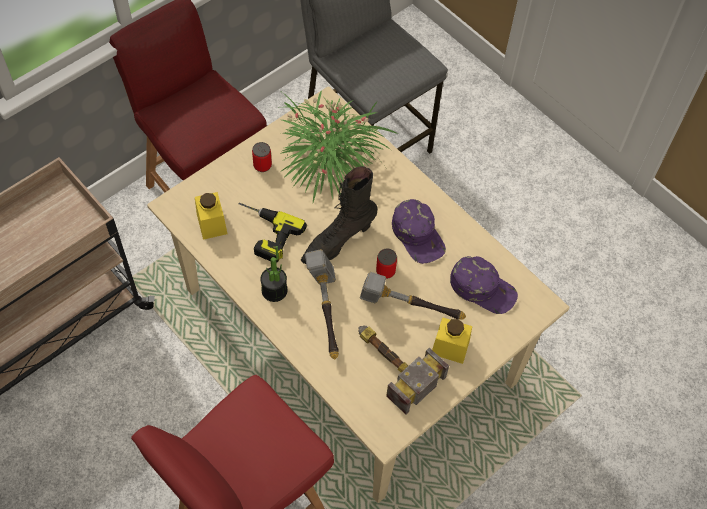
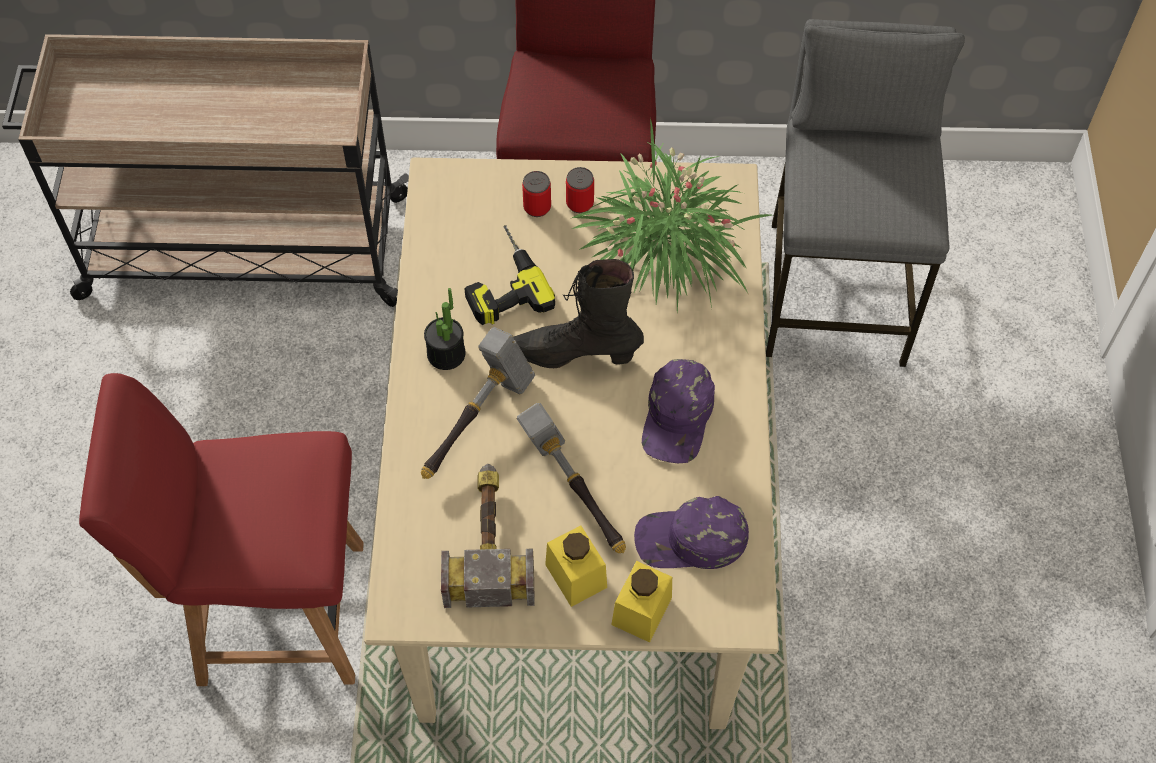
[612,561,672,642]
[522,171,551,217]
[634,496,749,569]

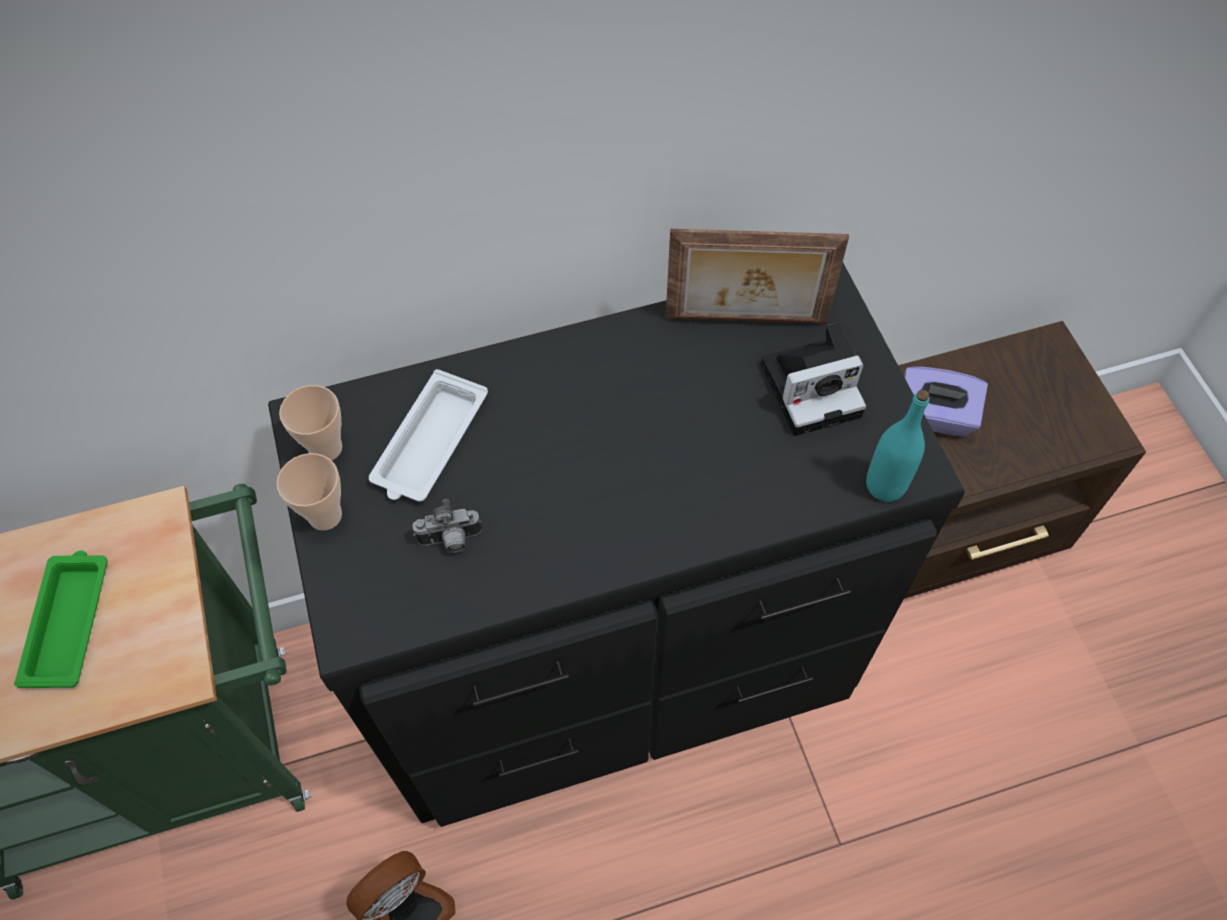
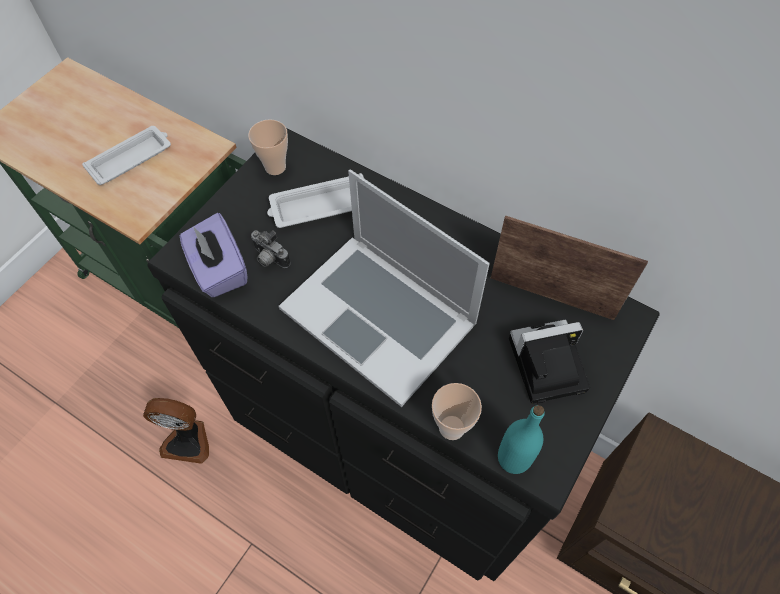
[491,215,648,320]
[509,319,590,404]
[180,213,248,297]
[432,383,482,440]
[82,126,171,185]
[279,170,490,407]

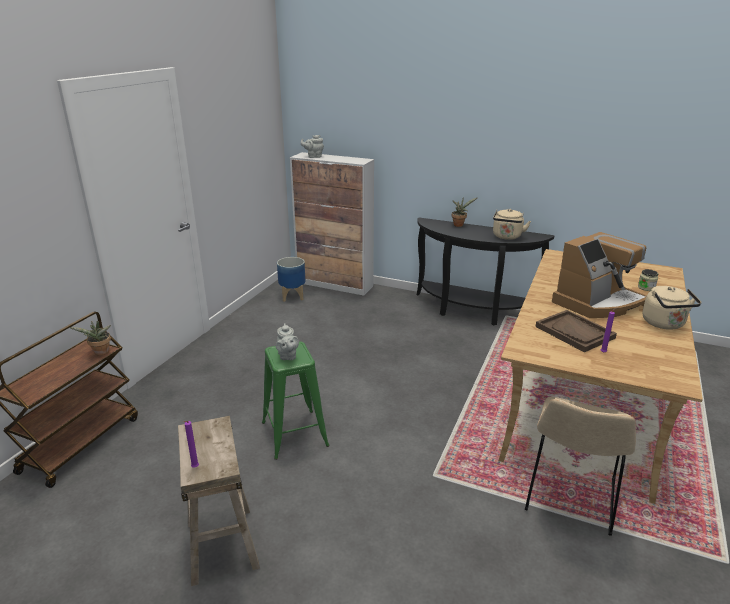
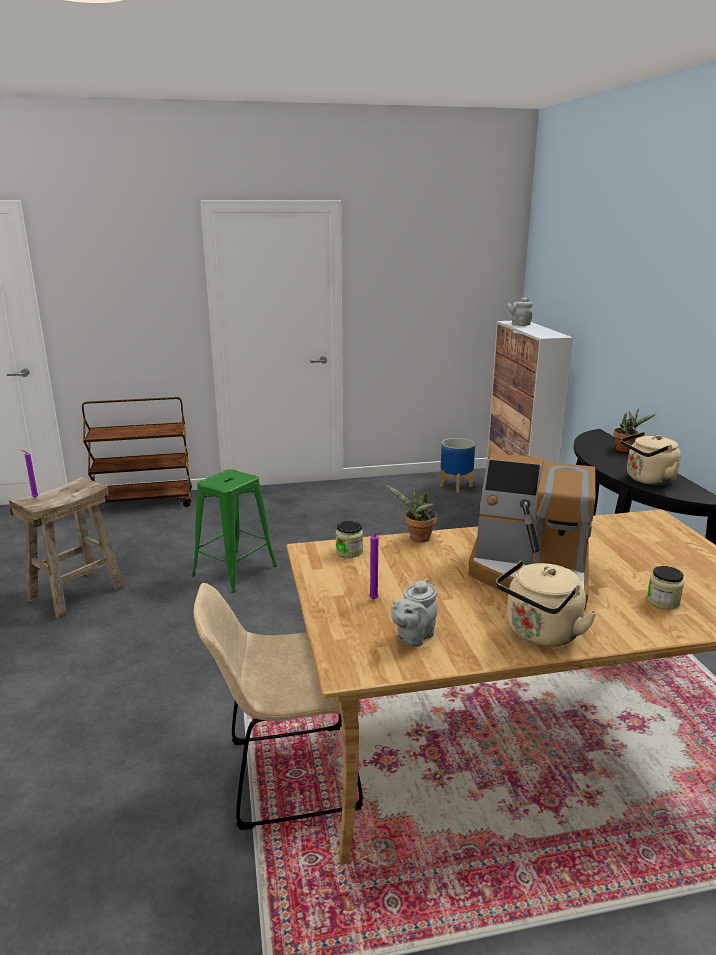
[535,310,617,352] (first image)
[385,485,437,542]
[391,578,438,647]
[336,521,363,558]

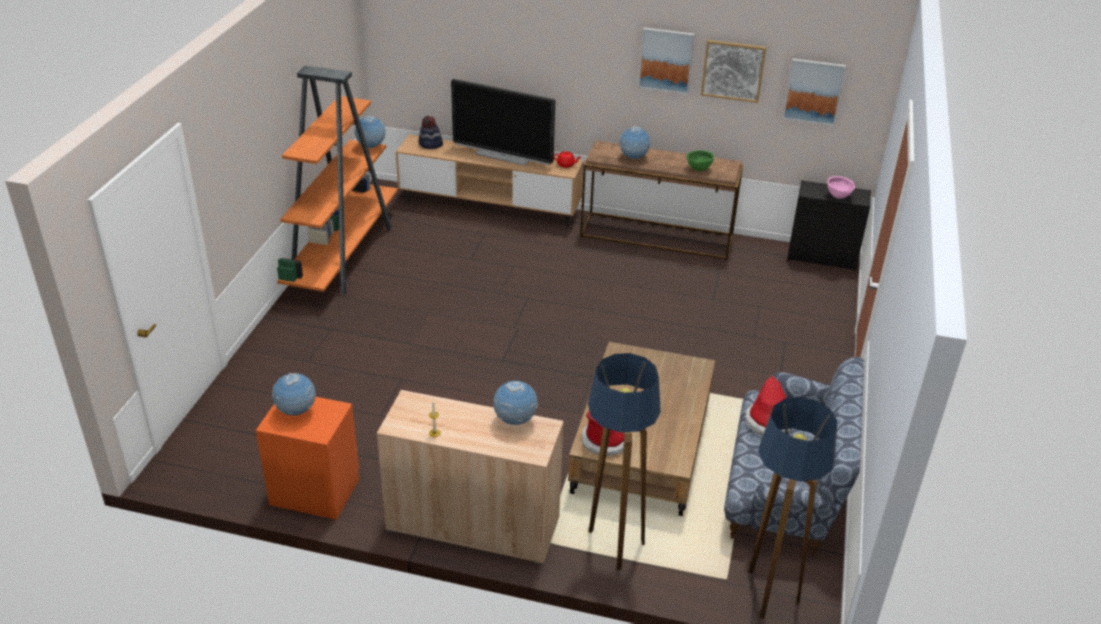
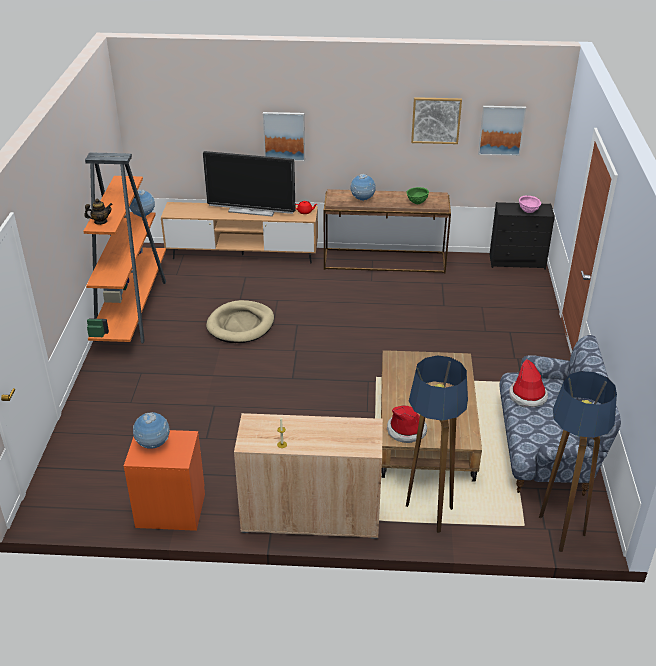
[263,112,305,161]
[418,116,443,149] (first image)
[493,381,538,425] (first image)
[84,199,113,225]
[206,300,274,343]

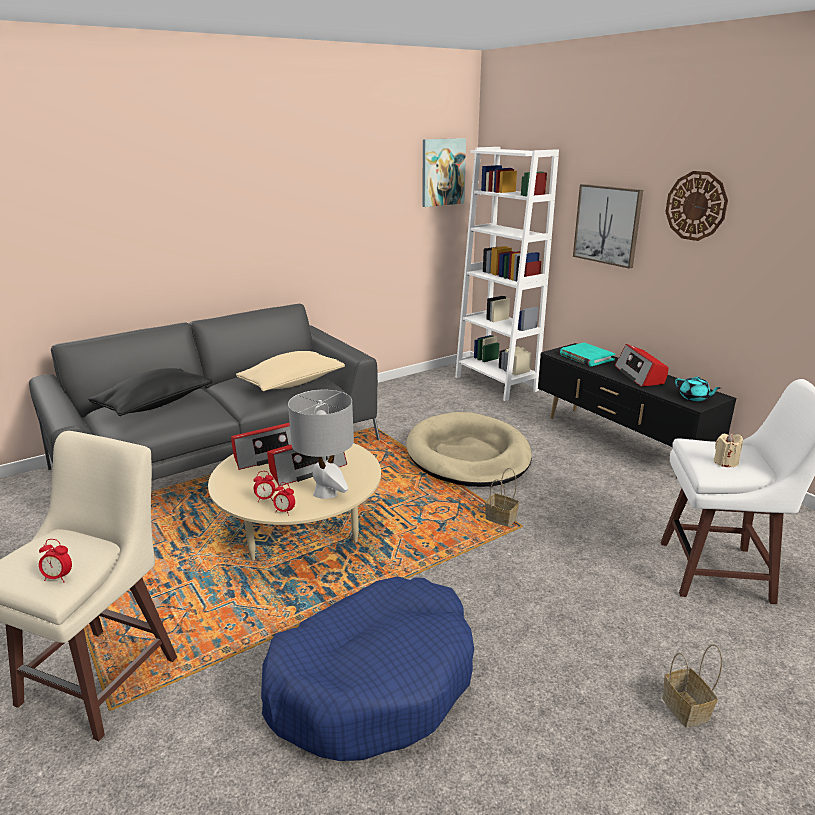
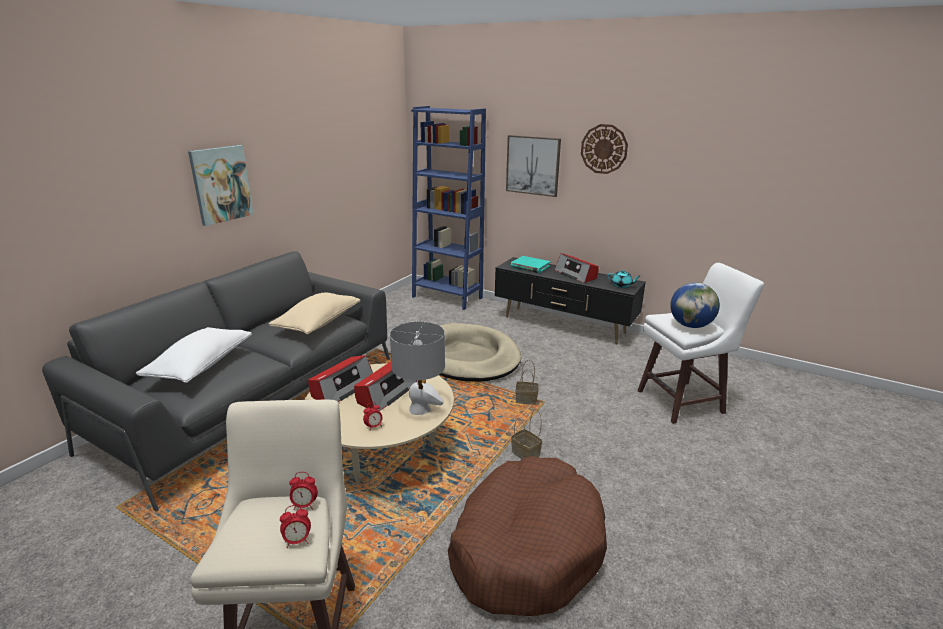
[188,145,254,226]
[411,106,486,310]
[136,327,252,383]
[670,282,720,328]
[289,472,318,510]
[448,456,607,616]
[511,409,542,459]

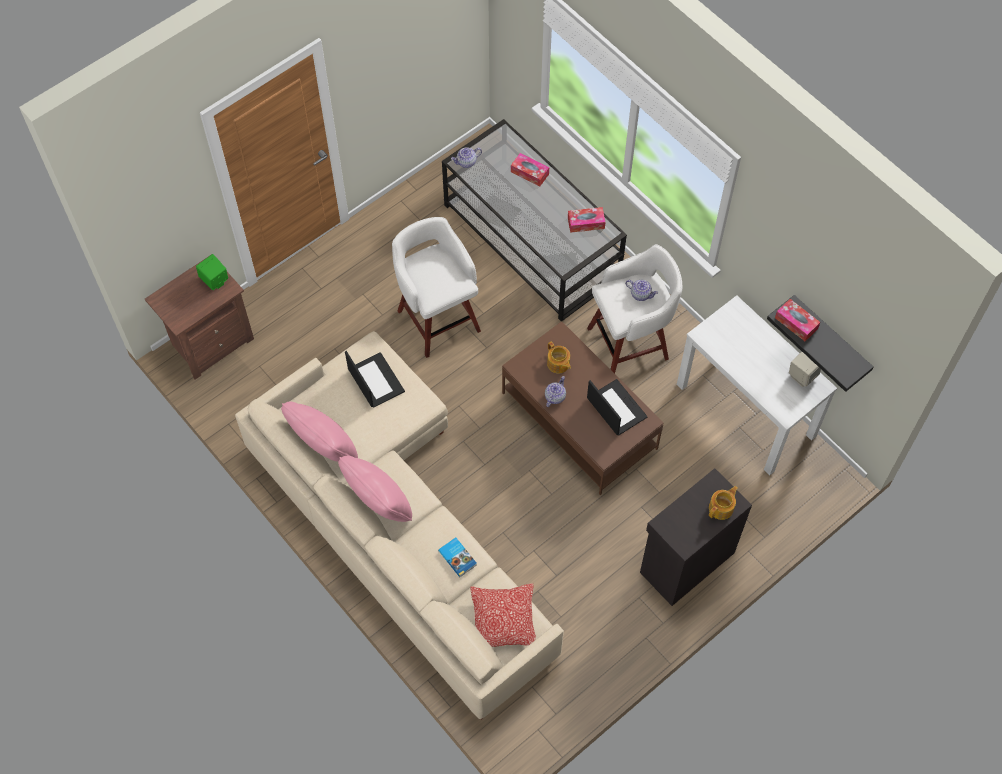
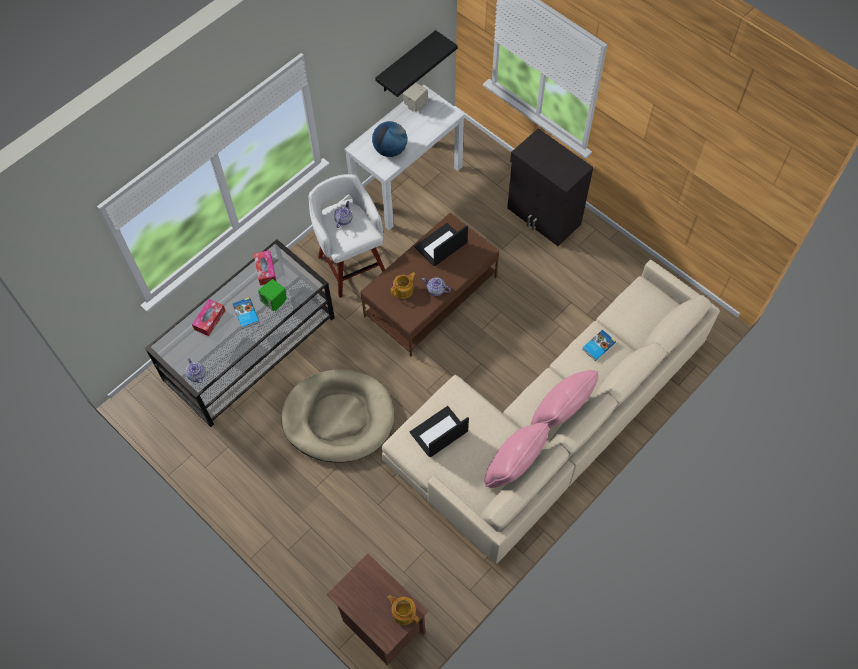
[281,369,394,463]
[258,279,287,311]
[775,299,820,341] (first image)
[388,595,419,625]
[470,583,536,647] (first image)
[372,121,407,157]
[232,297,259,329]

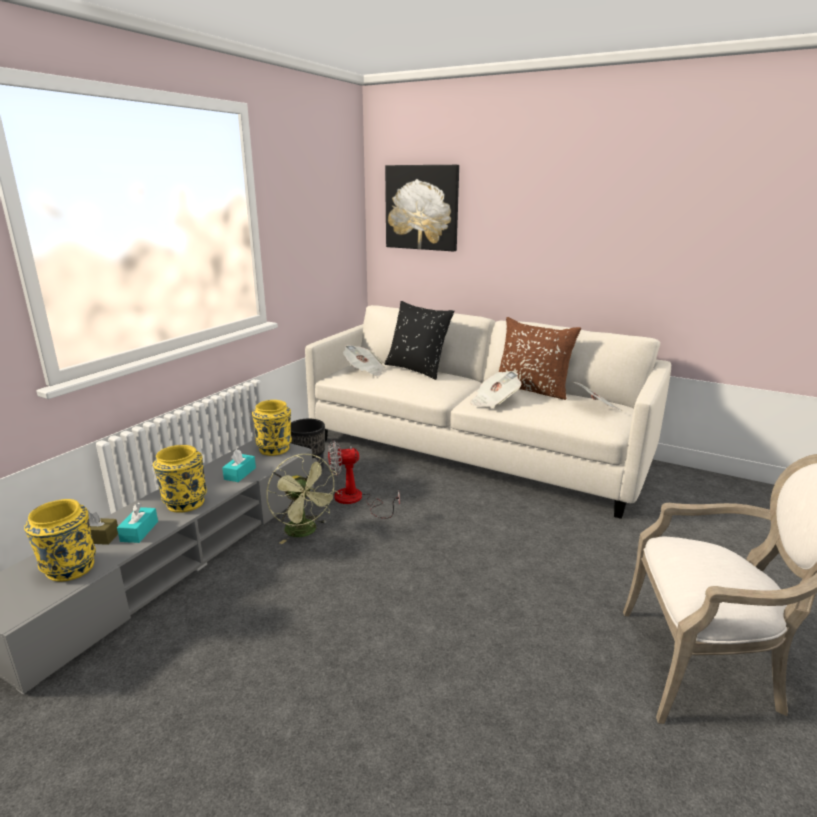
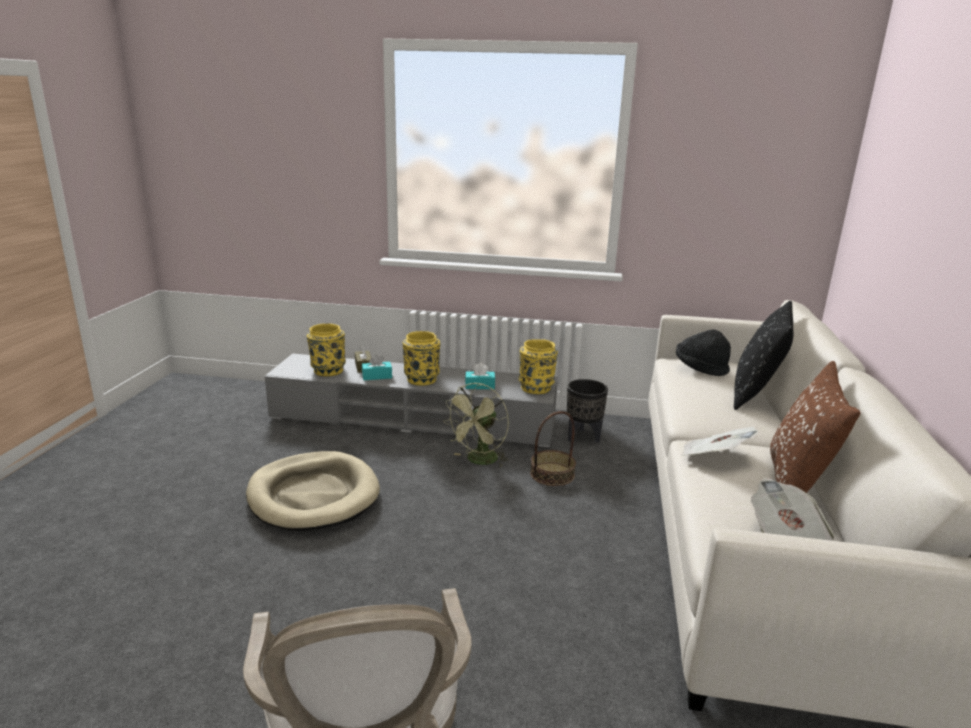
[385,165,459,252] (first image)
[676,330,731,376]
[530,411,576,486]
[246,451,380,531]

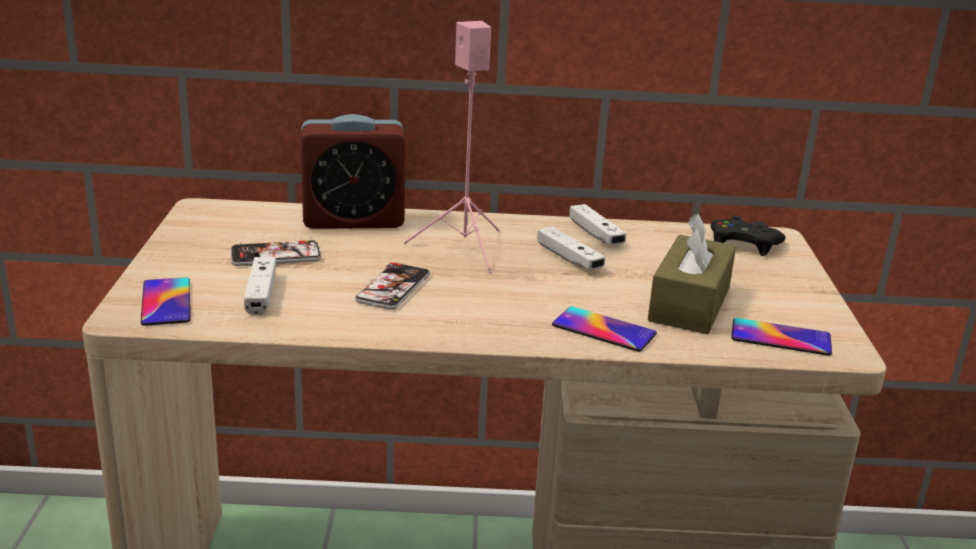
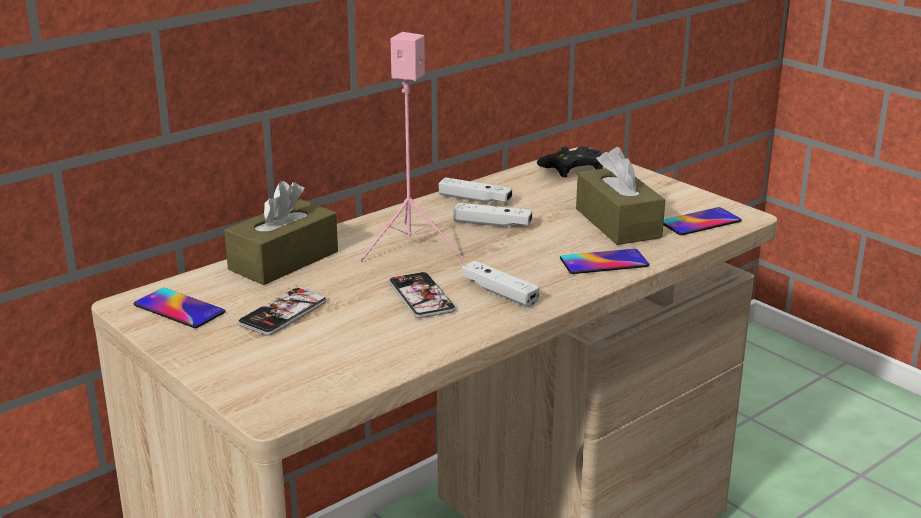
[224,181,338,285]
[462,261,540,307]
[134,288,225,328]

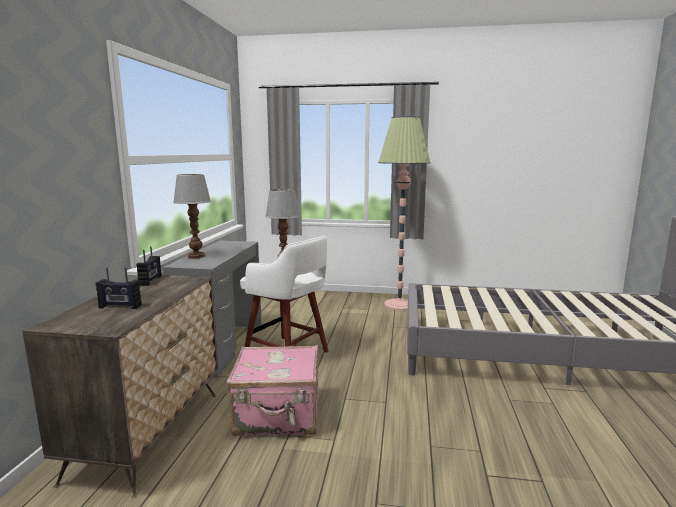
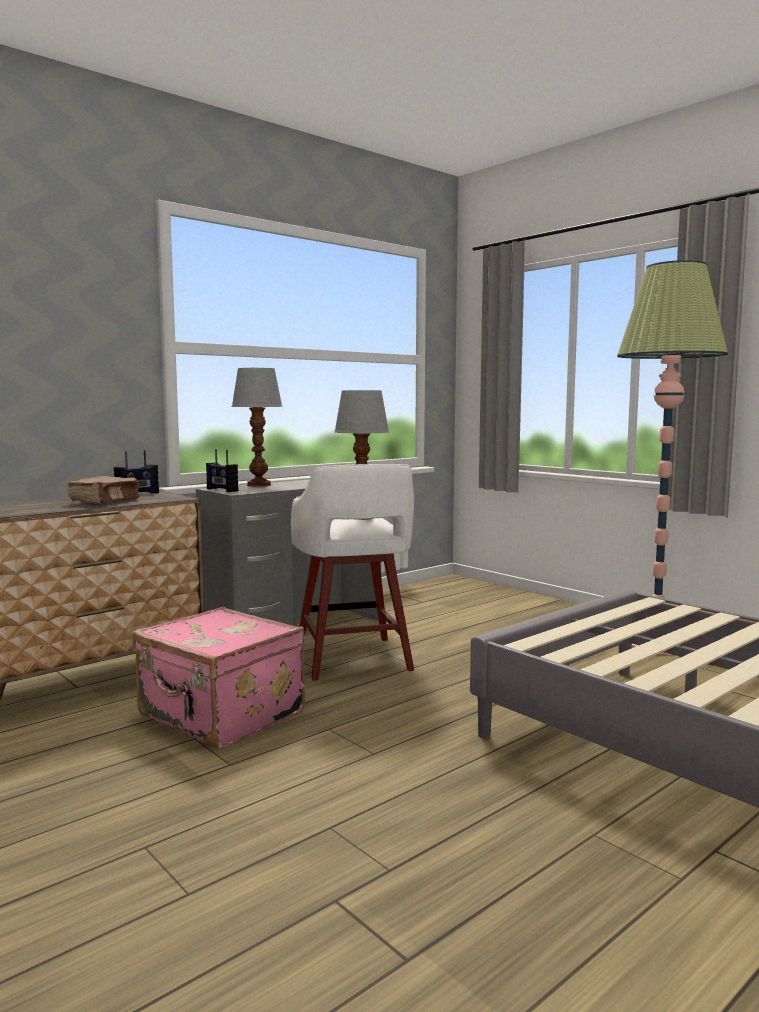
[206,449,238,492]
[67,476,140,504]

